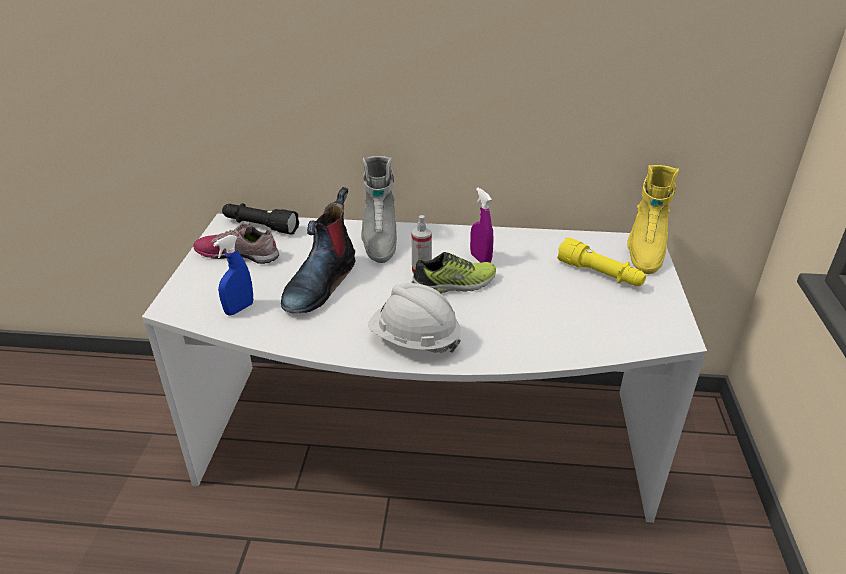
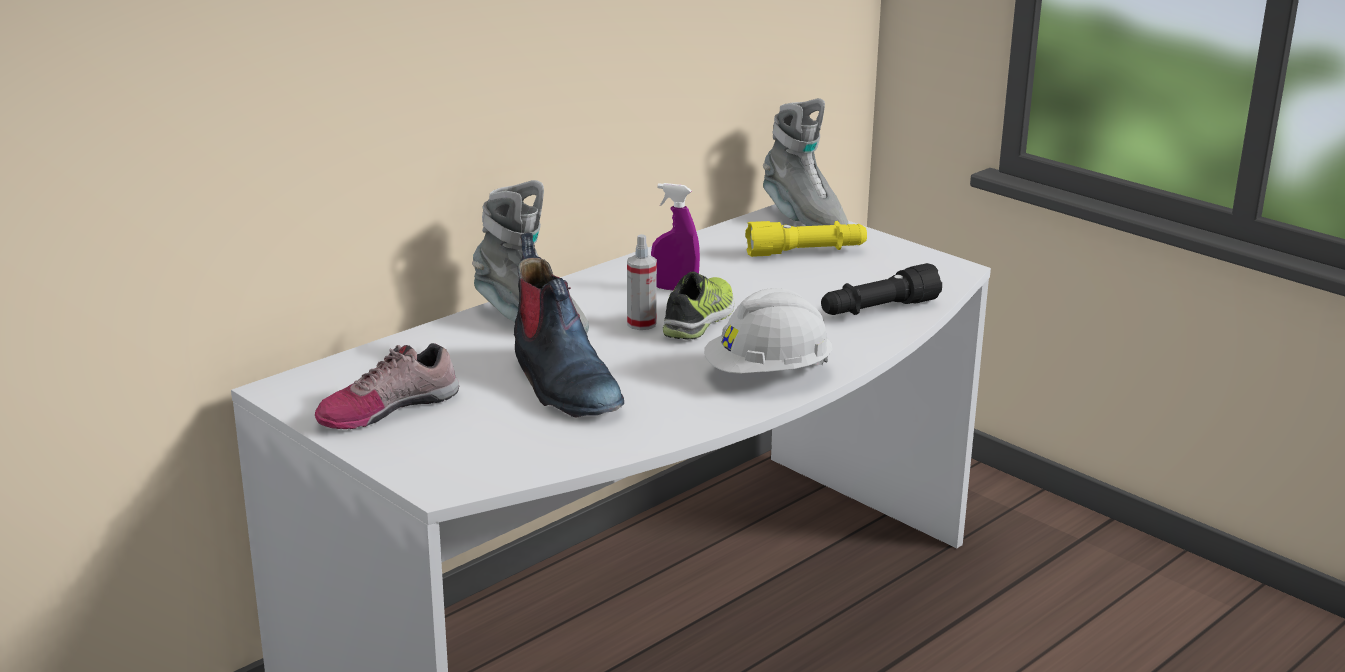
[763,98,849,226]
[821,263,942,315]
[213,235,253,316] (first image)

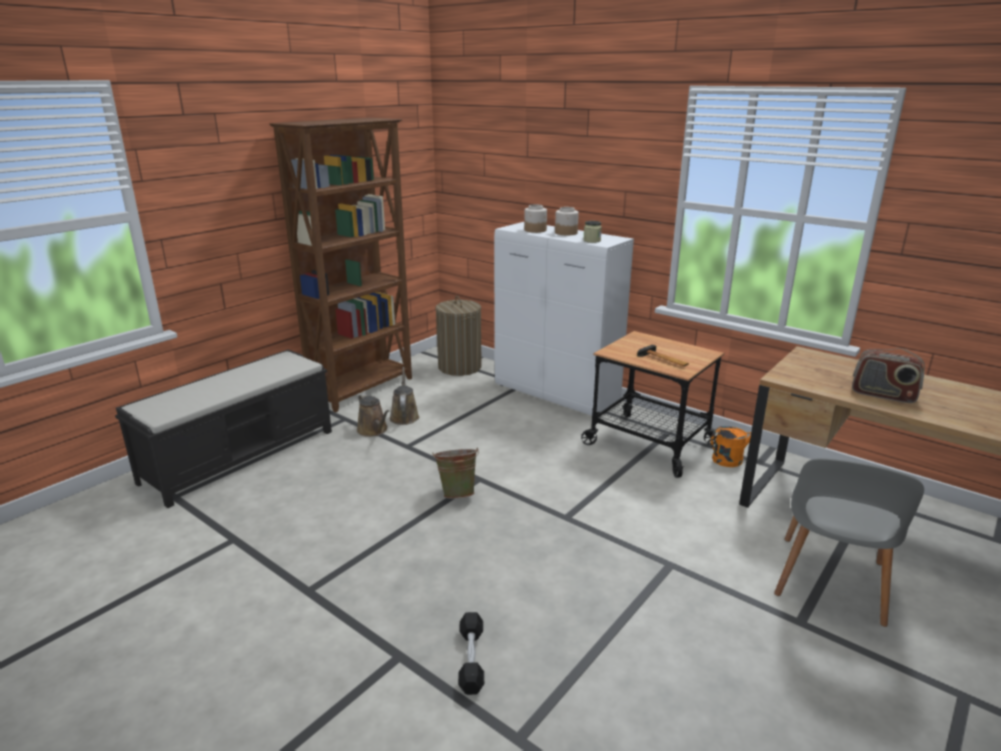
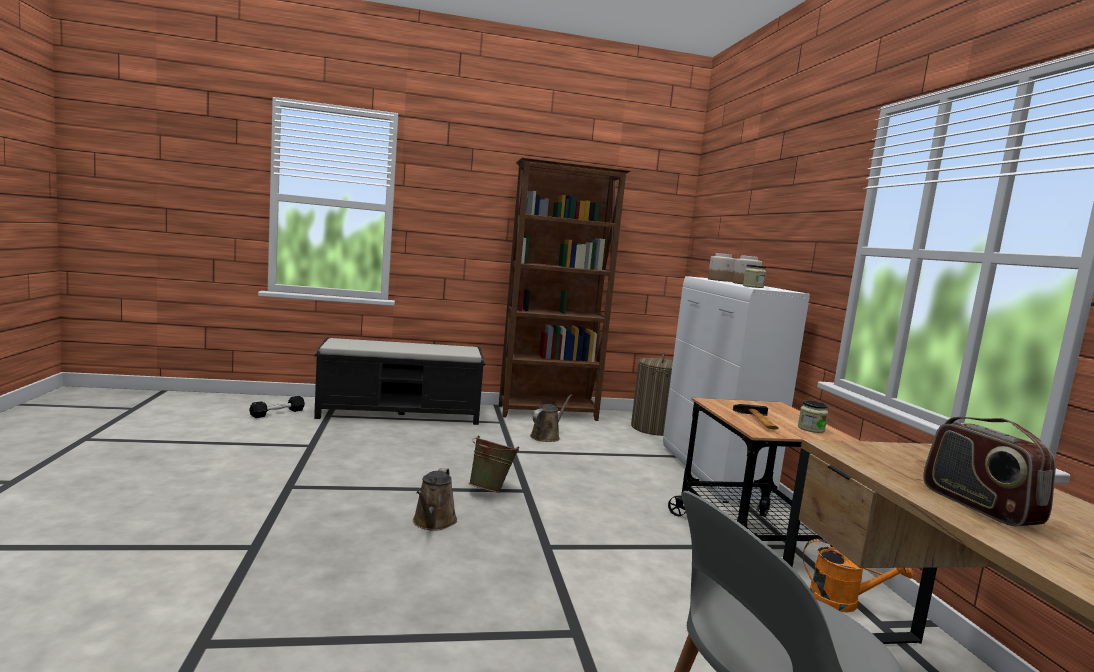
[413,468,457,531]
[249,396,305,418]
[798,400,828,433]

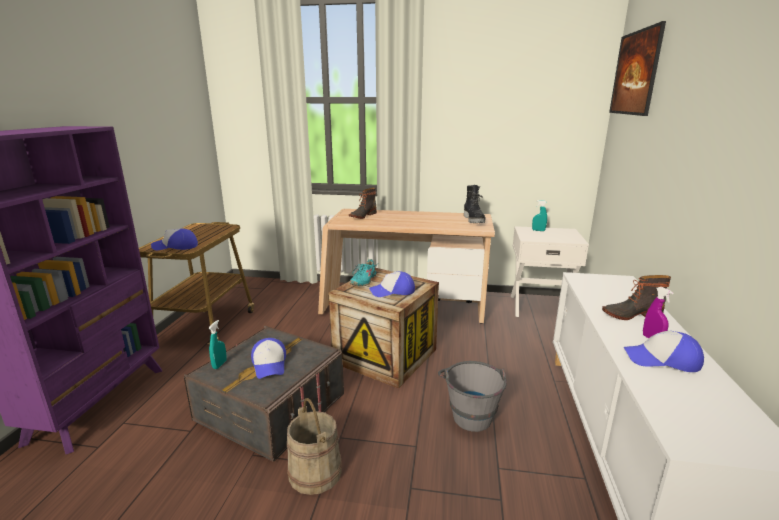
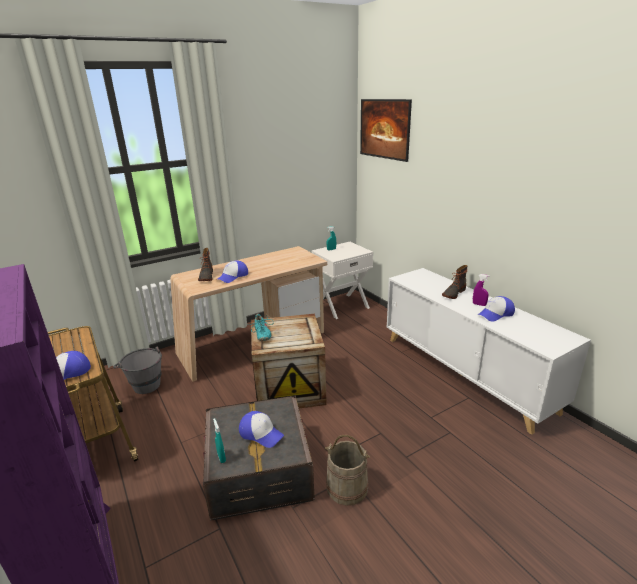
[464,185,486,223] (first image)
[216,260,248,283]
[113,347,162,394]

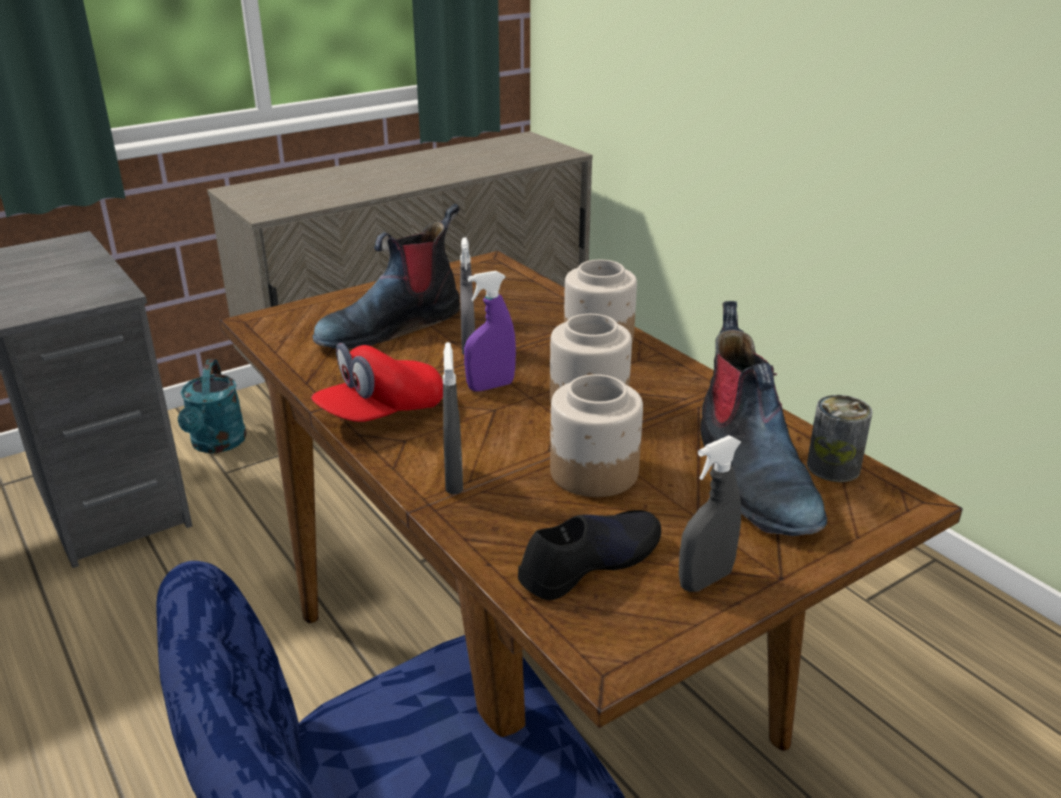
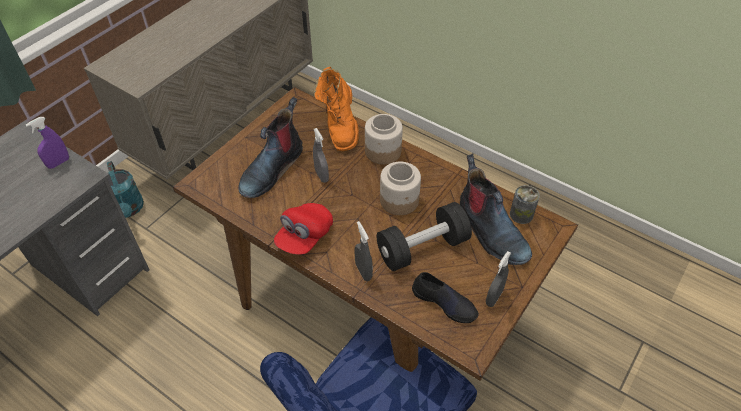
[26,117,69,169]
[377,202,472,271]
[412,272,479,323]
[314,67,359,151]

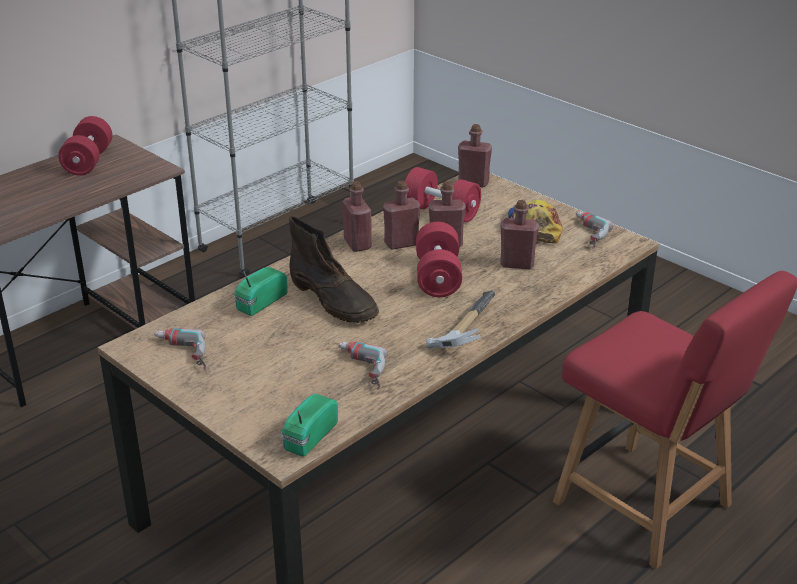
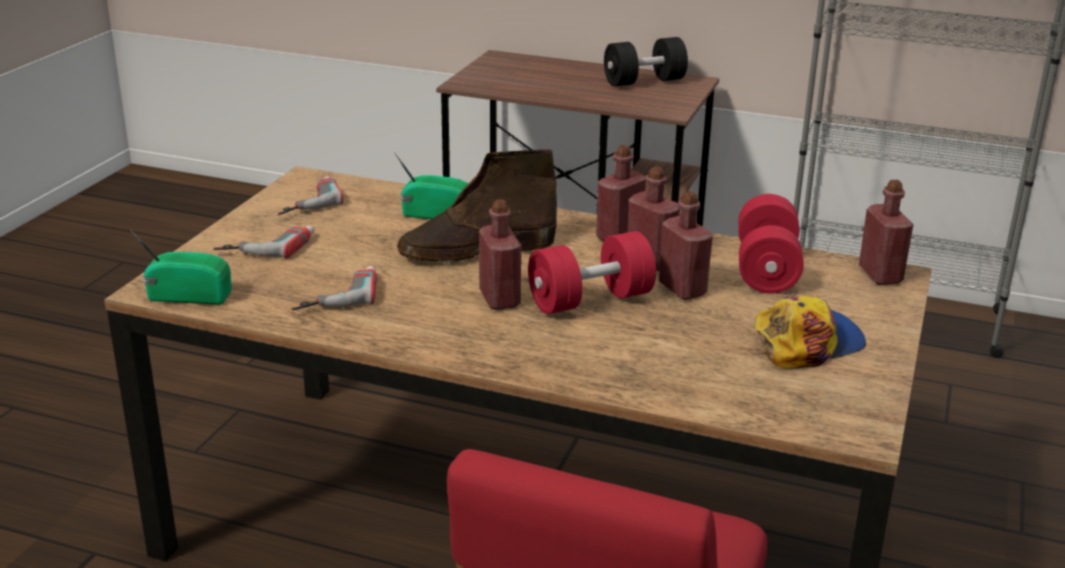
[604,37,688,86]
[479,199,521,310]
[213,225,314,259]
[397,149,557,264]
[426,290,495,349] (first image)

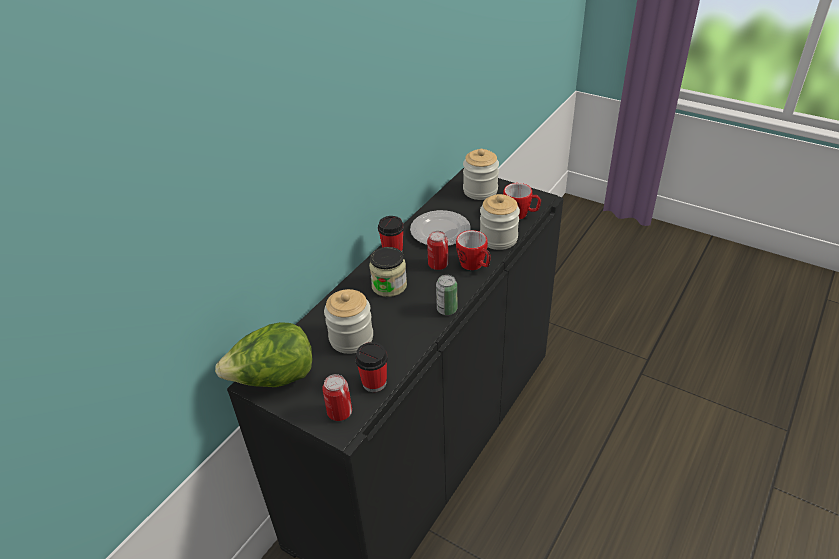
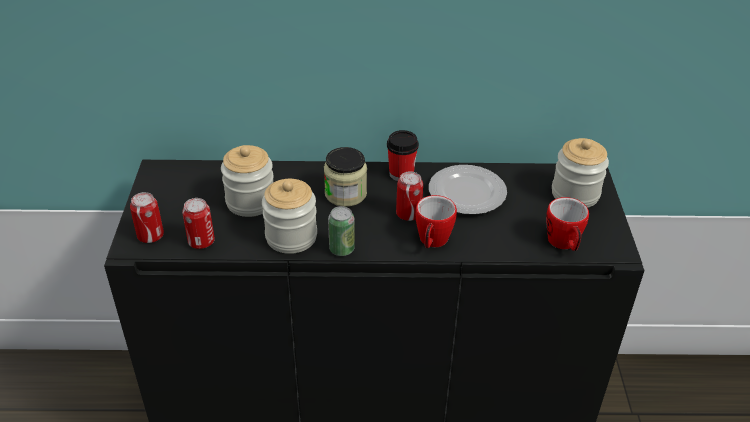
[262,179,317,254]
[215,322,312,387] (first image)
[182,198,215,249]

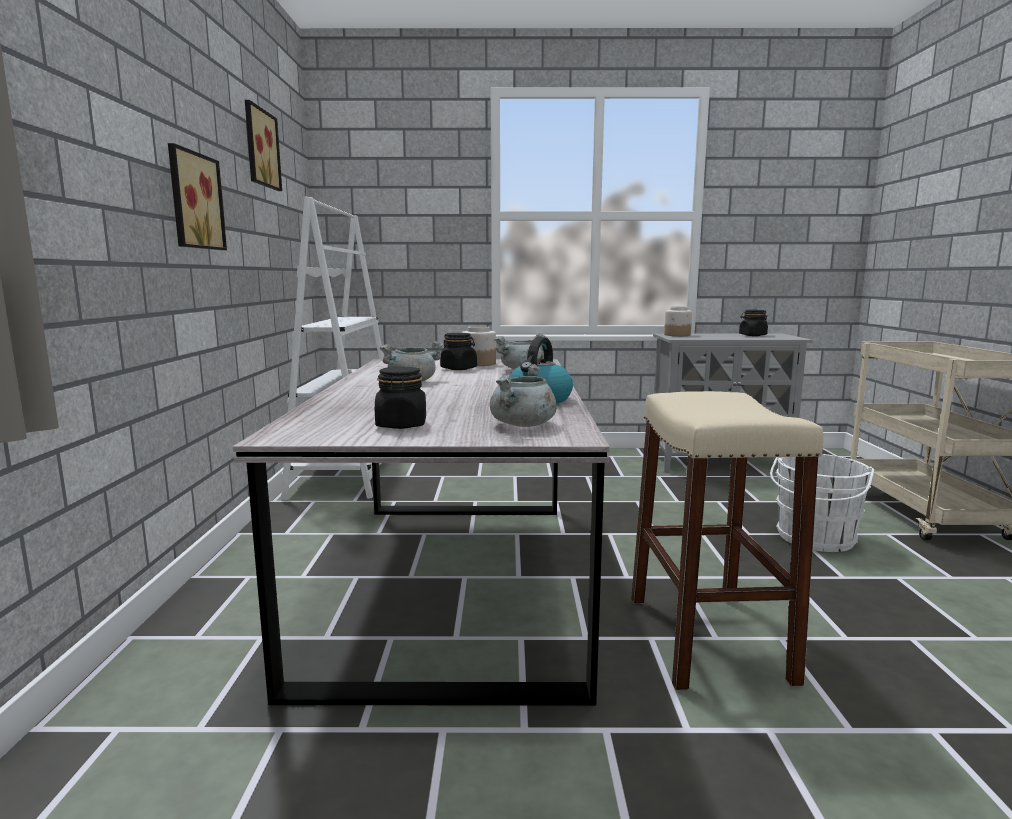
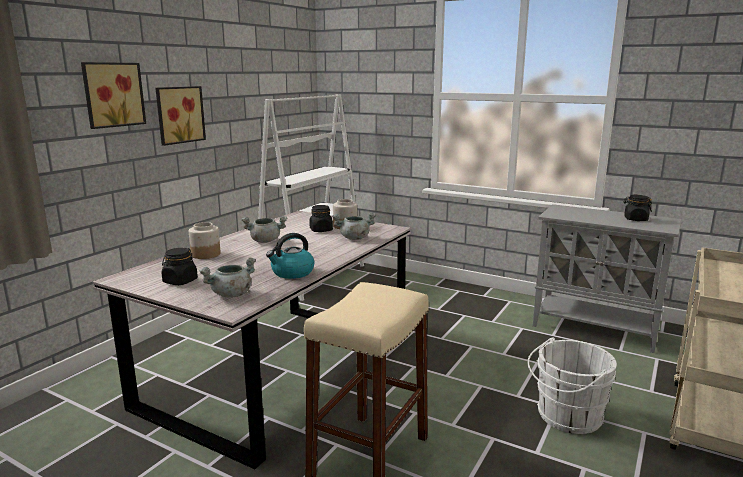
[81,62,146,129]
[189,222,221,259]

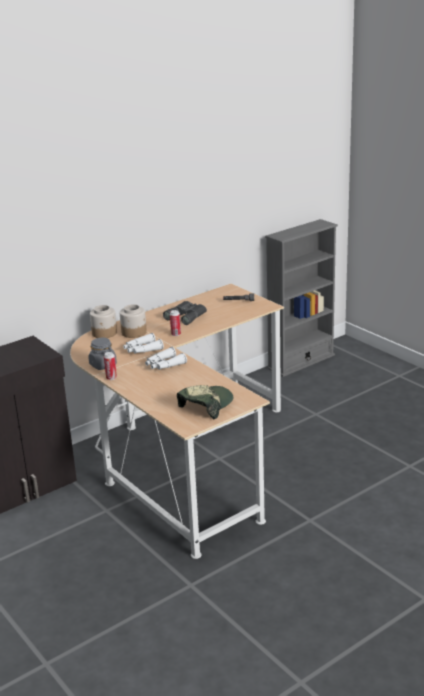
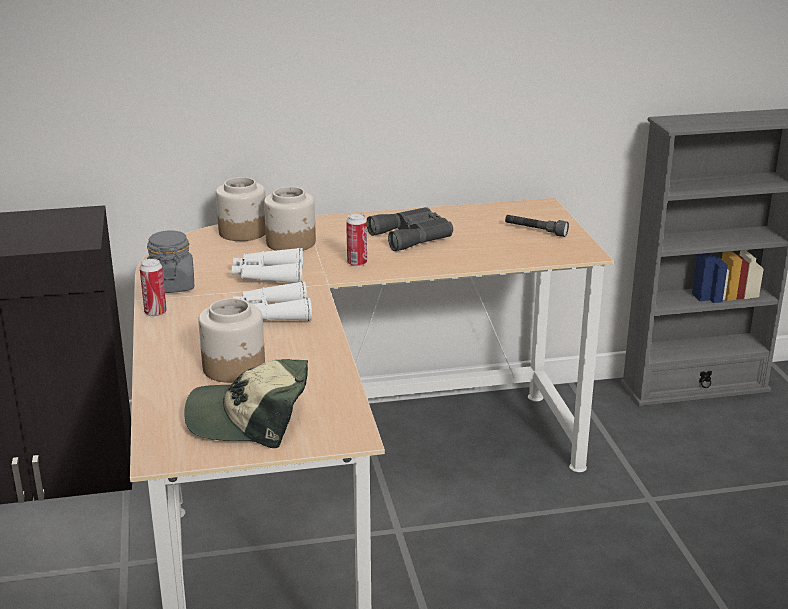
[184,359,308,448]
[198,298,265,383]

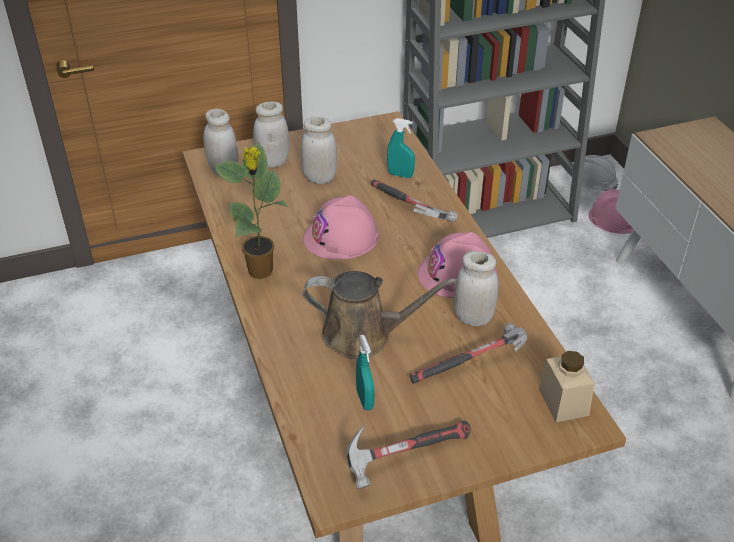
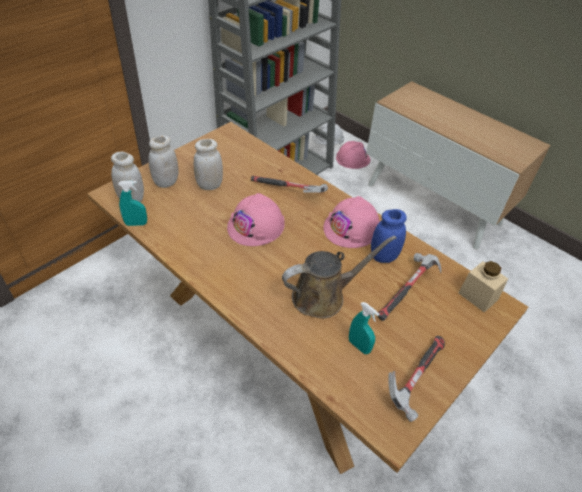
[118,180,147,226]
[213,141,288,279] (first image)
[371,209,407,263]

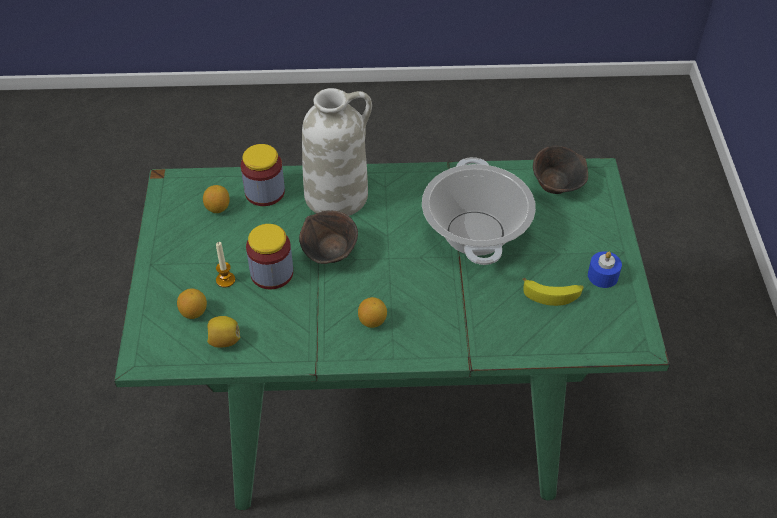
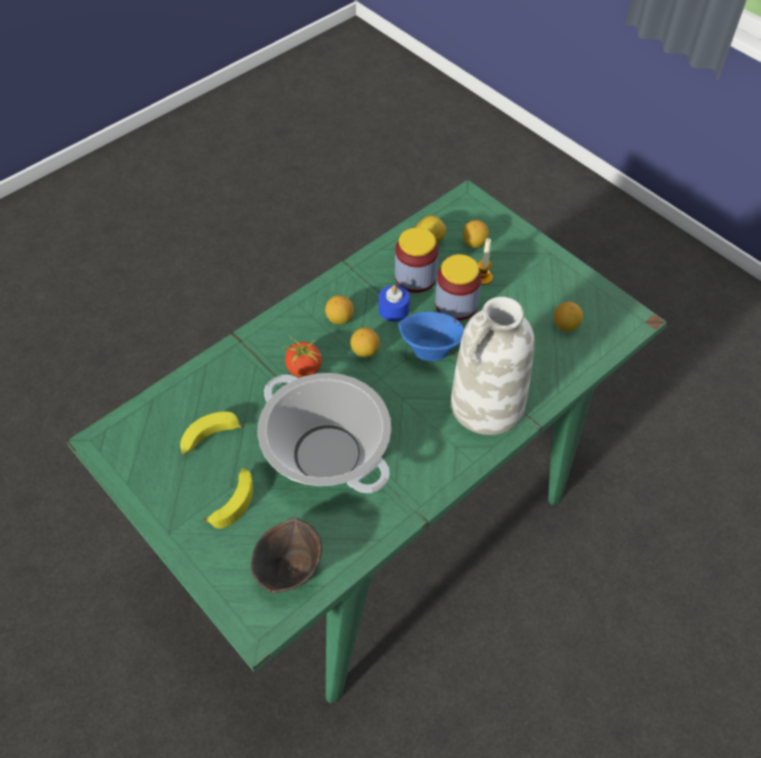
[395,227,439,293]
[398,312,465,361]
[379,285,410,322]
[350,327,380,357]
[282,338,322,378]
[203,467,253,529]

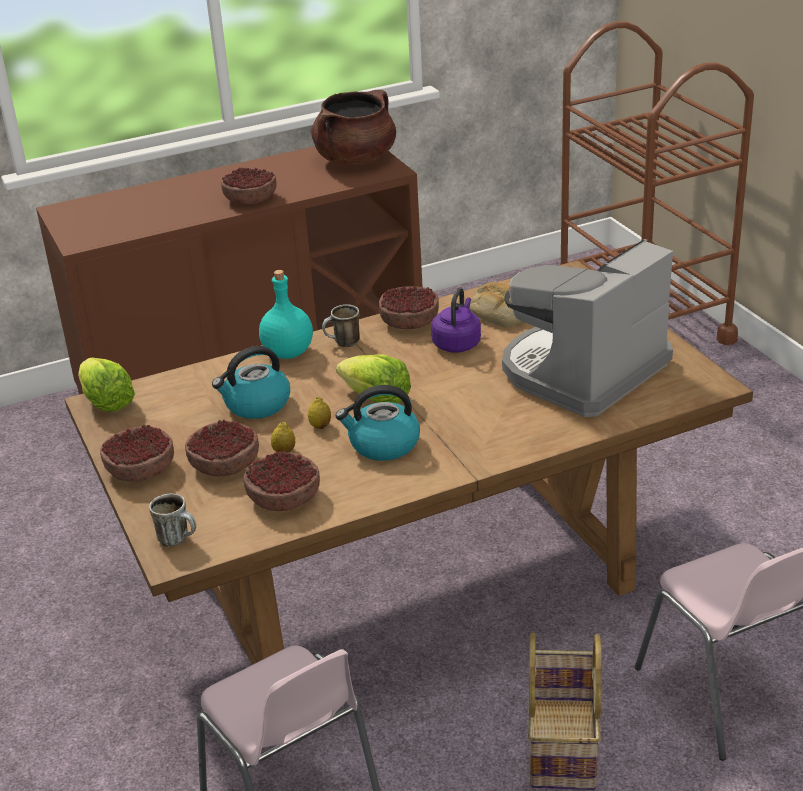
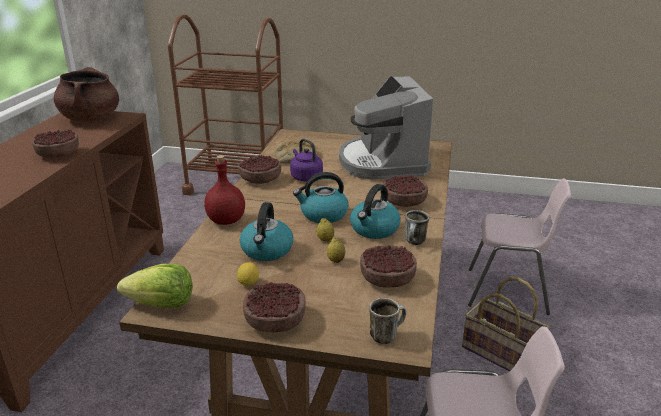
[204,155,245,225]
[405,210,429,245]
[293,172,349,223]
[383,175,428,207]
[237,262,259,286]

